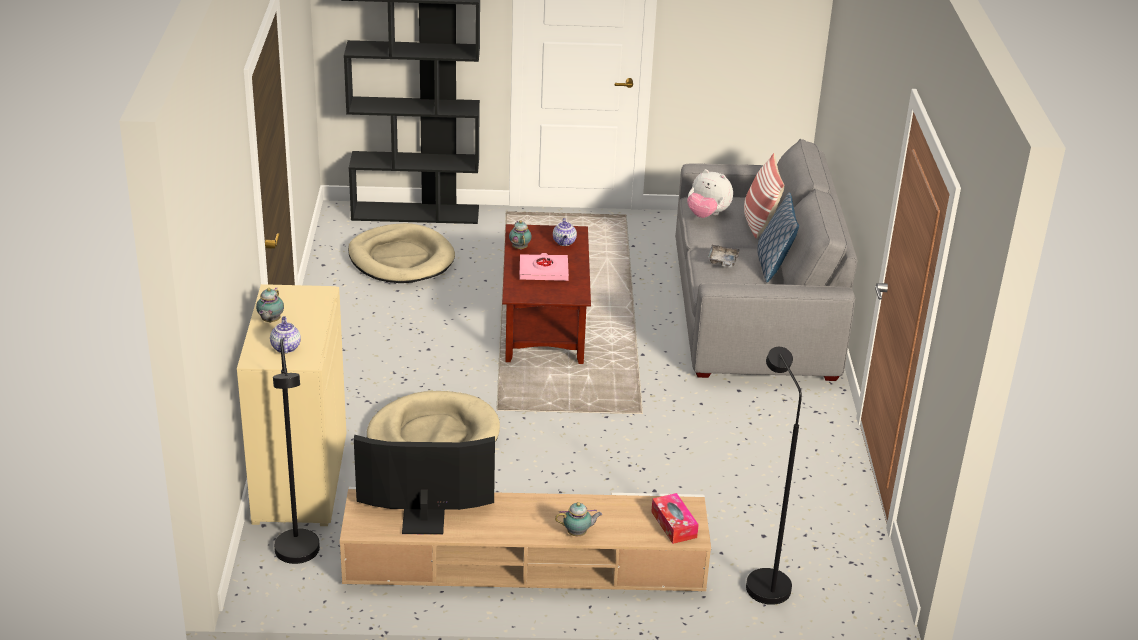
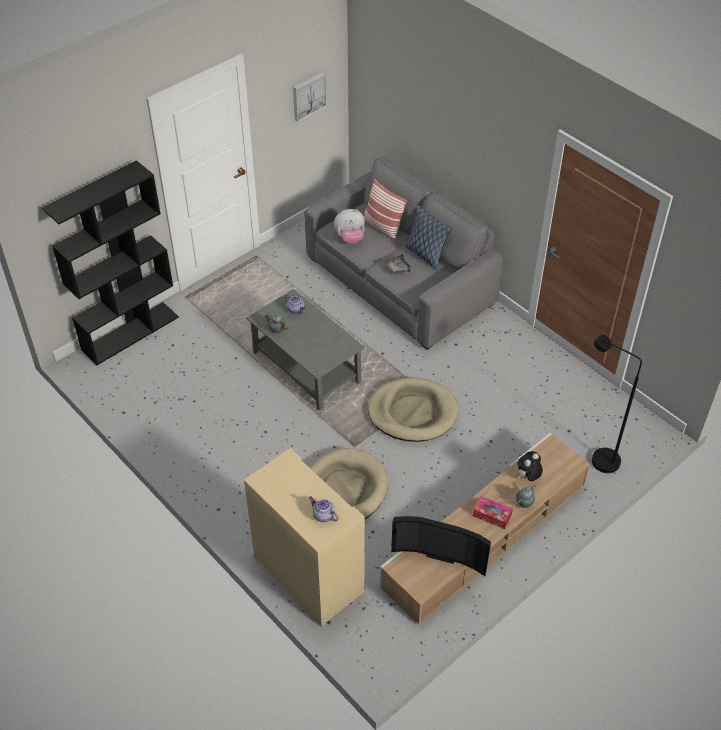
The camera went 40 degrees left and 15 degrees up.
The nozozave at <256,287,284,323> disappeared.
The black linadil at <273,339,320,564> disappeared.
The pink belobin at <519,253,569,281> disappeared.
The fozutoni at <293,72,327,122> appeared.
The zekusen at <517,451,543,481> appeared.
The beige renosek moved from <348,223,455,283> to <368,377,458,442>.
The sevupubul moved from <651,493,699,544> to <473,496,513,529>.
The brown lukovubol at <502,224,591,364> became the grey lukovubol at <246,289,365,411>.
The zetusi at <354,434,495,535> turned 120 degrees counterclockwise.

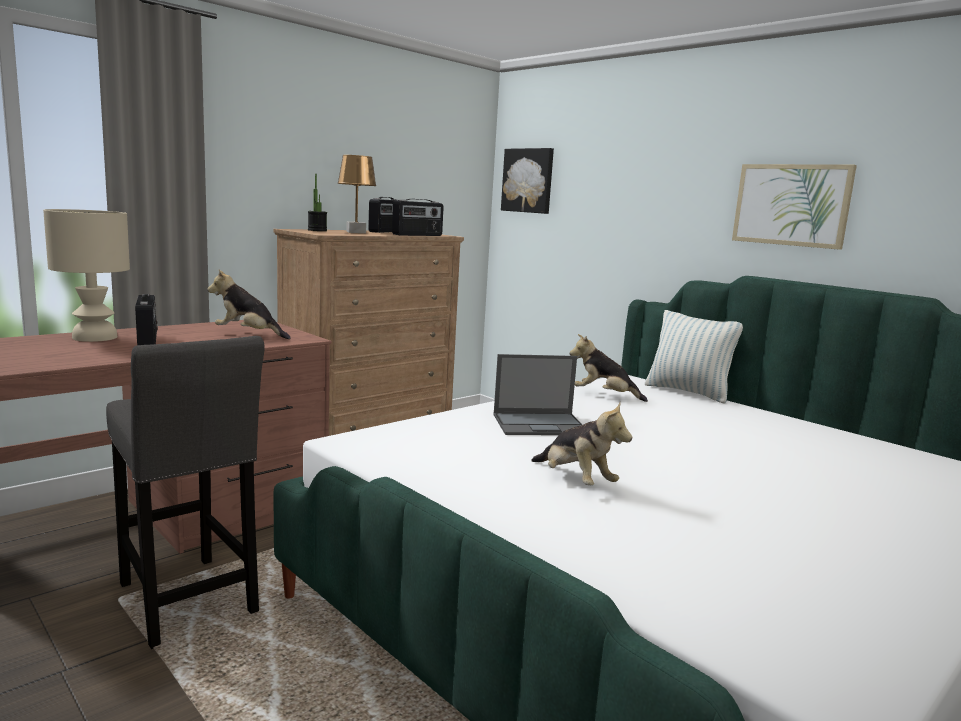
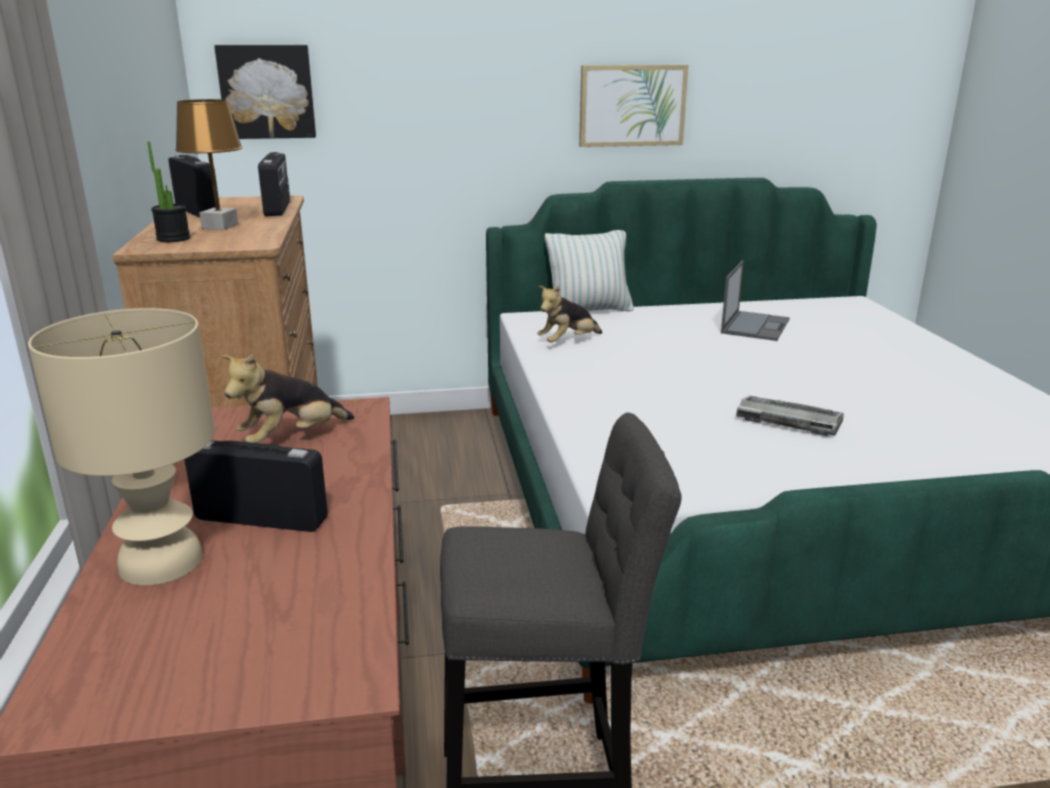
The camera went 55 degrees left and 10 degrees up.
The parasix moved from <493,354,582,435> to <721,260,790,341>.
The zekusen at <531,403,632,485> was replaced by the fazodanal at <736,396,844,436>.

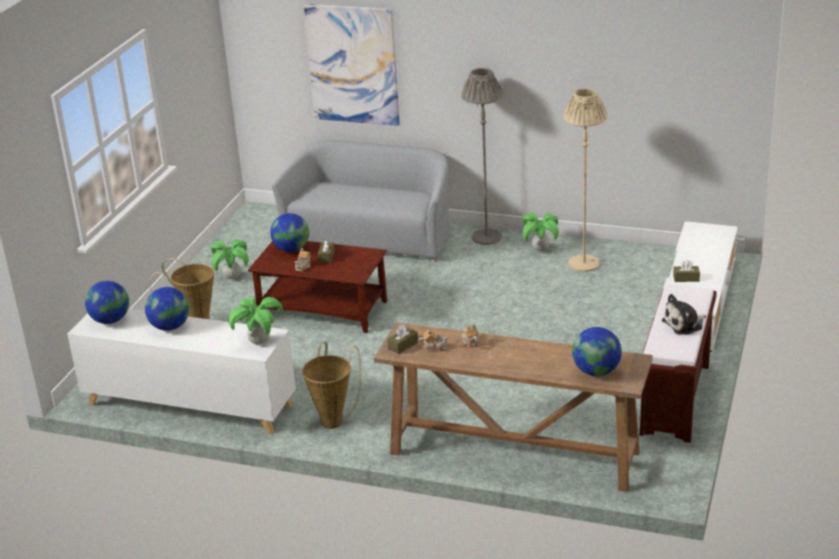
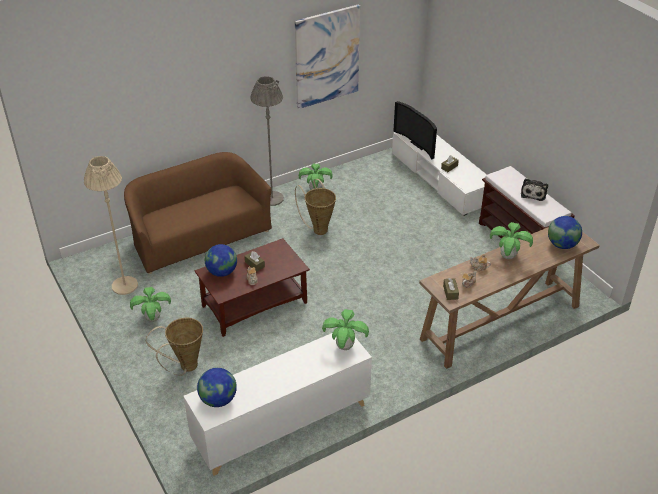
The camera went 50 degrees left and 10 degrees up.
The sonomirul at <145,287,189,331> disappeared.
The zetusi at <393,101,437,160> appeared.
The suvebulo at <490,222,533,259> appeared.
The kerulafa moved from <302,341,361,429> to <295,179,336,235>.
The fozutoni moved from <304,4,400,126> to <295,4,360,109>.
The beige linadil moved from <563,88,608,272> to <84,156,138,295>.
The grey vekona at <272,140,450,262> became the brown vekona at <124,152,272,274>.

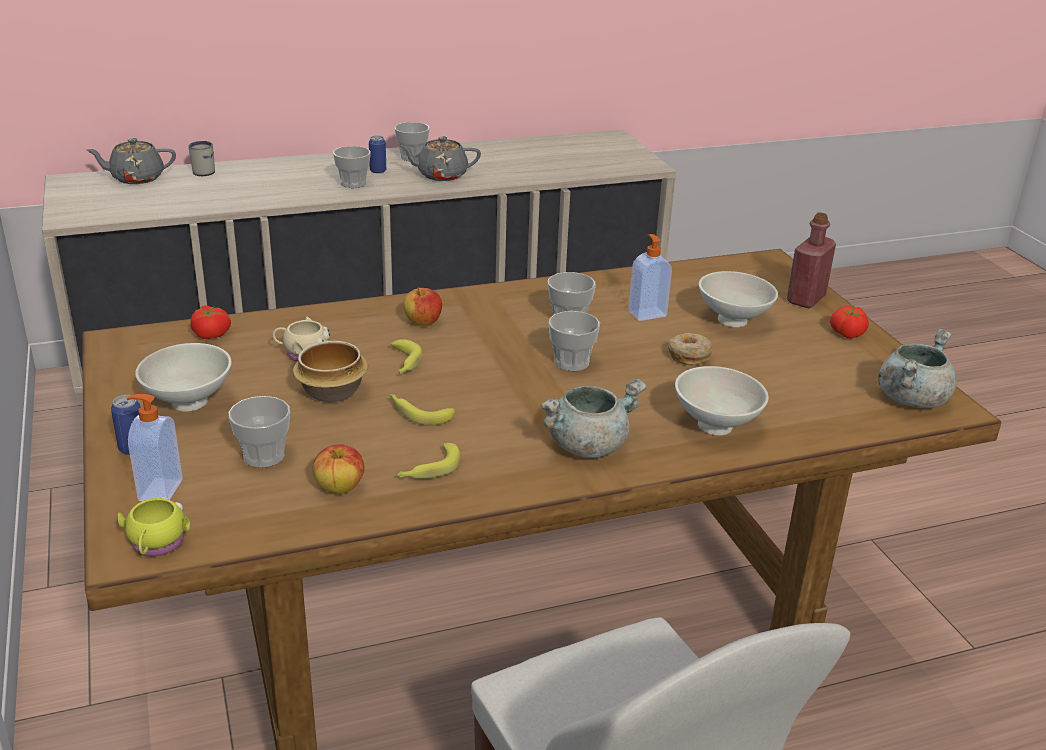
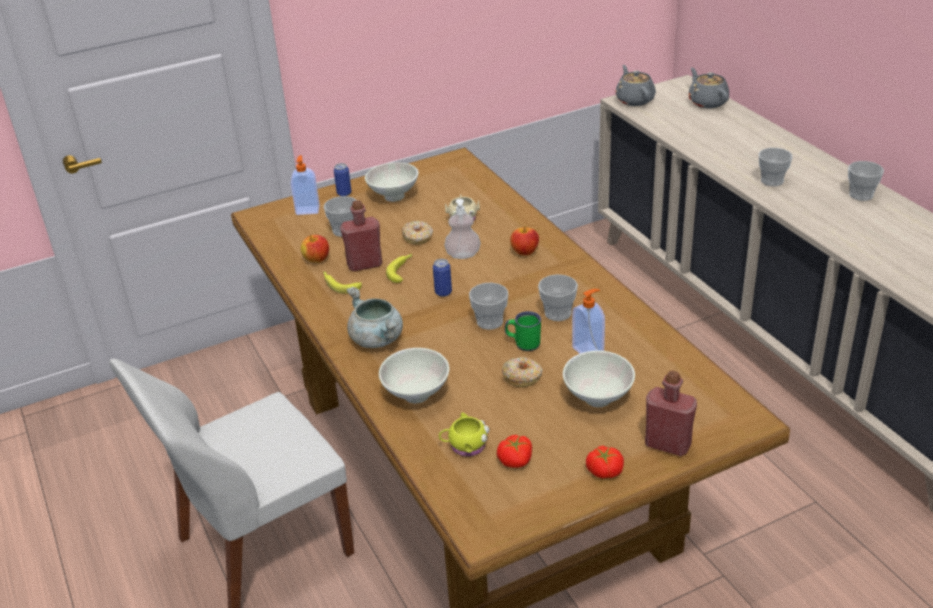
The camera went 85 degrees right and 5 degrees up.
The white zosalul at <188,141,215,176> disappeared.
The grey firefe at <878,329,957,408> disappeared.
The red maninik at <340,200,382,271> appeared.
The green zosalul at <505,311,541,351> appeared.
The yellow zosalul moved from <118,497,190,556> to <439,412,490,457>.
The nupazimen moved from <190,305,231,339> to <497,435,532,468>.
The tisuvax moved from <369,135,386,173> to <433,259,452,297>.
The grey nozozave moved from <399,136,481,181> to <615,65,656,106>.
The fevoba at <293,341,368,402> was replaced by the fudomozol at <401,221,433,245>.
The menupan at <391,339,423,374> was replaced by the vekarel at <444,199,481,259>.

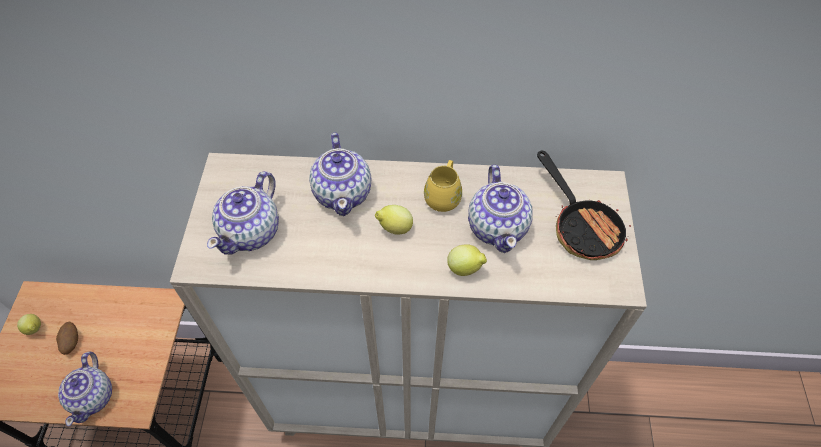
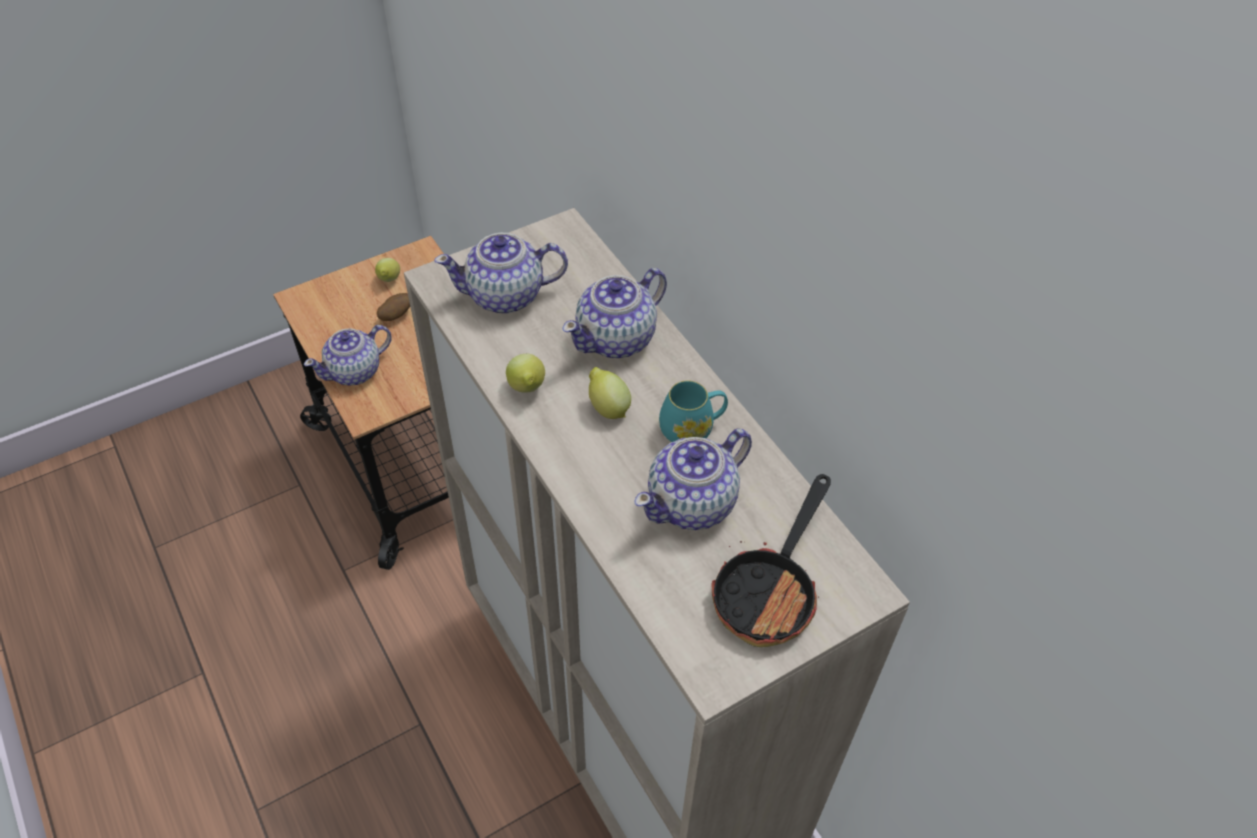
The camera went 55 degrees right and 5 degrees down.
The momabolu moved from <447,244,487,276> to <506,354,545,393>.
The yellow zosalul at <424,160,462,212> became the turquoise zosalul at <659,380,728,442>.

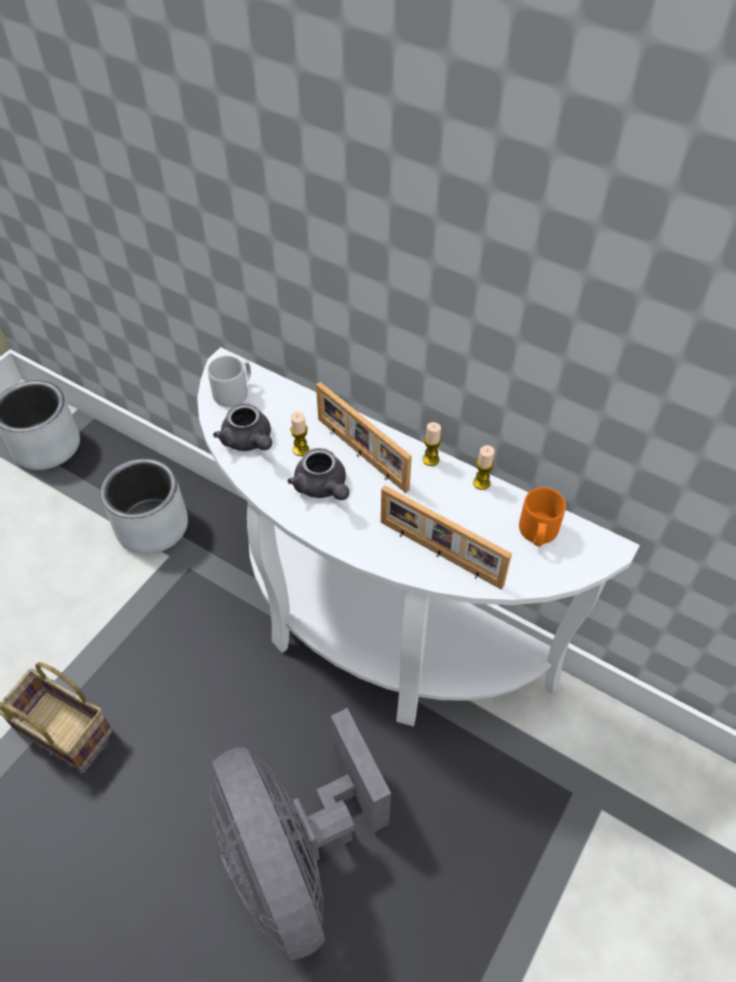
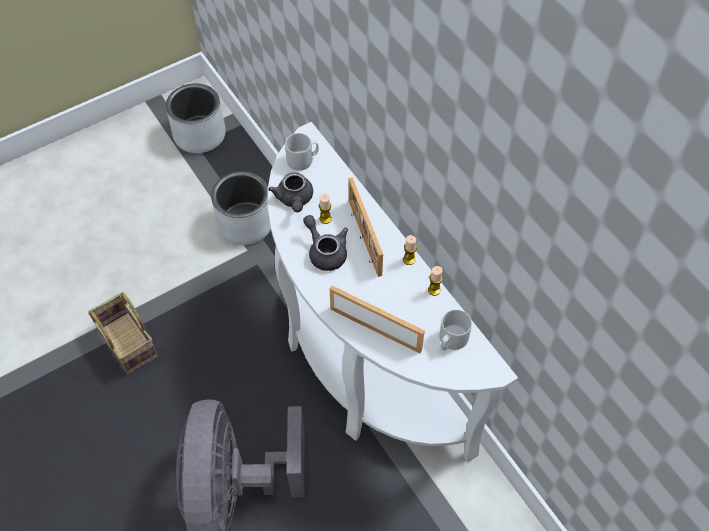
The camera went 25 degrees right and 5 degrees up.
The orange zosalul at <519,487,566,546> became the grey zosalul at <439,309,472,350>.
The grey nozozave at <288,448,349,500> turned 150 degrees clockwise.
The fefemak at <381,485,512,590> turned 150 degrees clockwise.

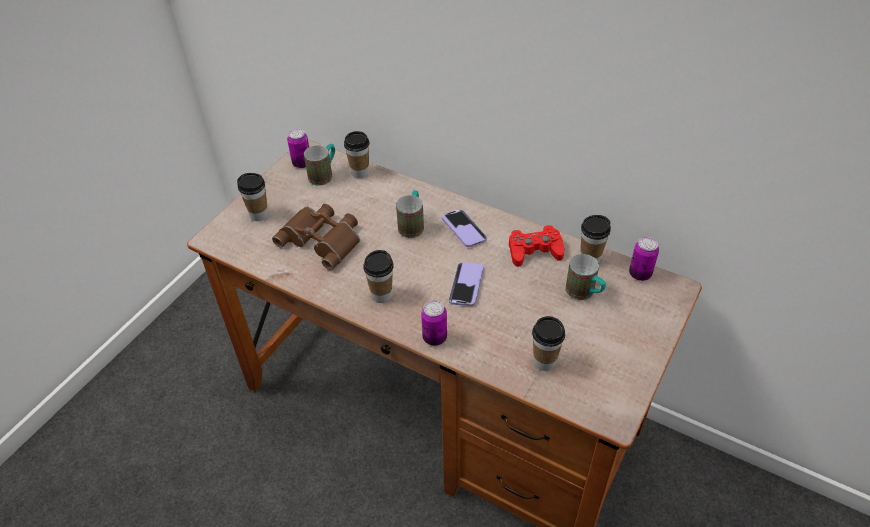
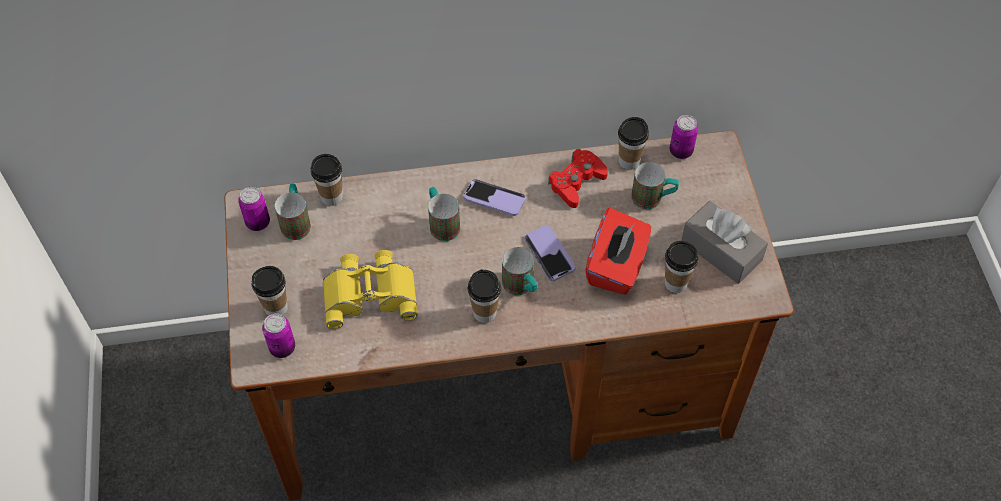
The camera went 40 degrees left and 10 degrees up.
The zosalul at <502,247,538,295> appeared.
The red sevupubul at <585,208,651,295> appeared.
The grey sevupubul at <681,201,768,284> appeared.
The tisuvax moved from <421,300,447,346> to <262,313,295,358>.
The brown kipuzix at <272,204,360,270> became the yellow kipuzix at <323,250,418,329>.

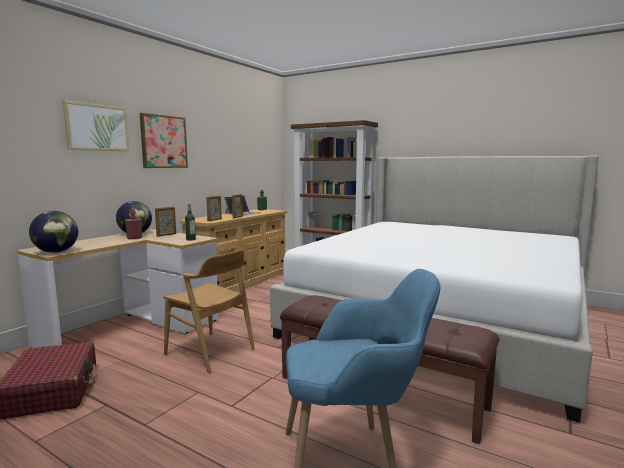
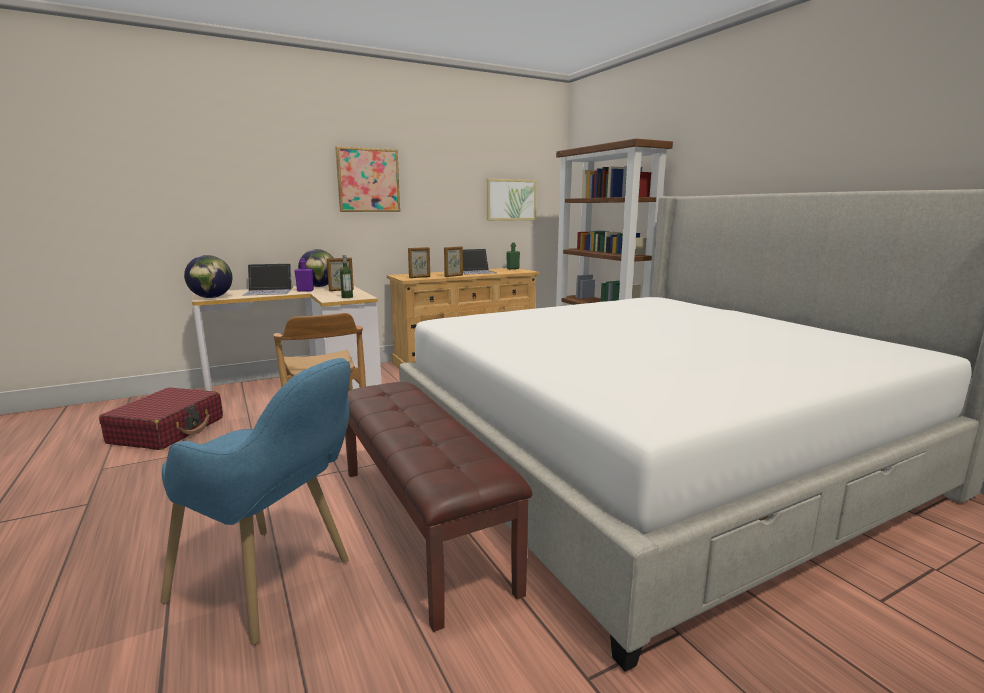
The camera went 30 degrees right and 5 degrees up.
The parasix at <243,263,293,296> appeared.
The fozutoni moved from <63,100,129,151> to <487,179,536,221>.
The red maninik at <125,209,142,239> became the purple maninik at <295,258,314,292>.

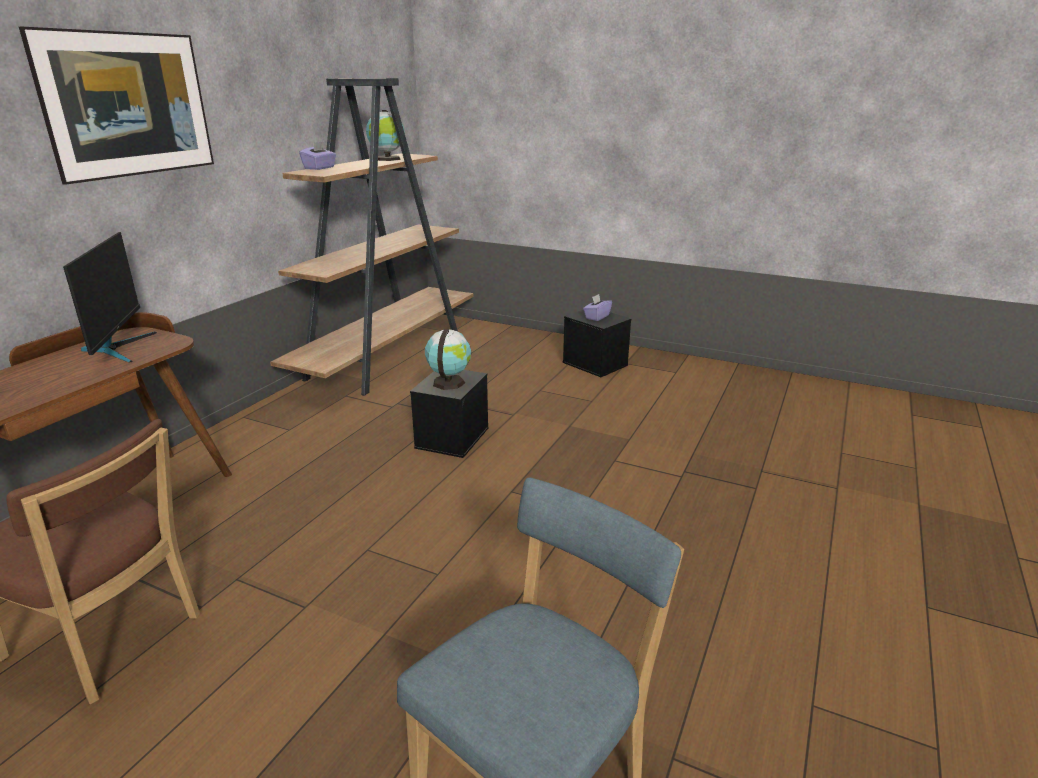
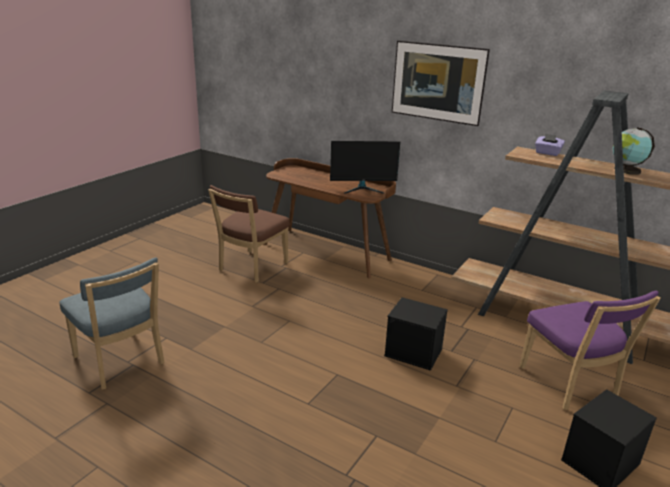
The camera went 95 degrees right and 0 degrees up.
The sonomirul at <425,329,471,390> disappeared.
The purple sevupubul at <583,294,612,321> disappeared.
The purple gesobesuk at <519,291,661,410> appeared.

